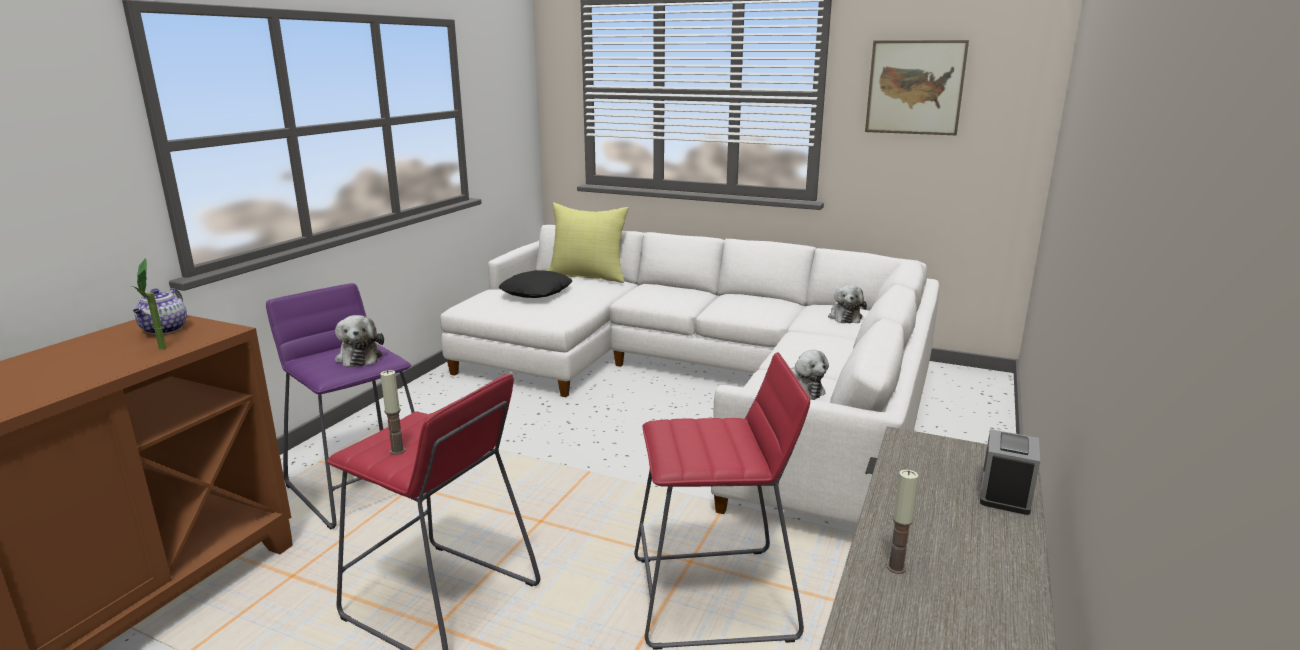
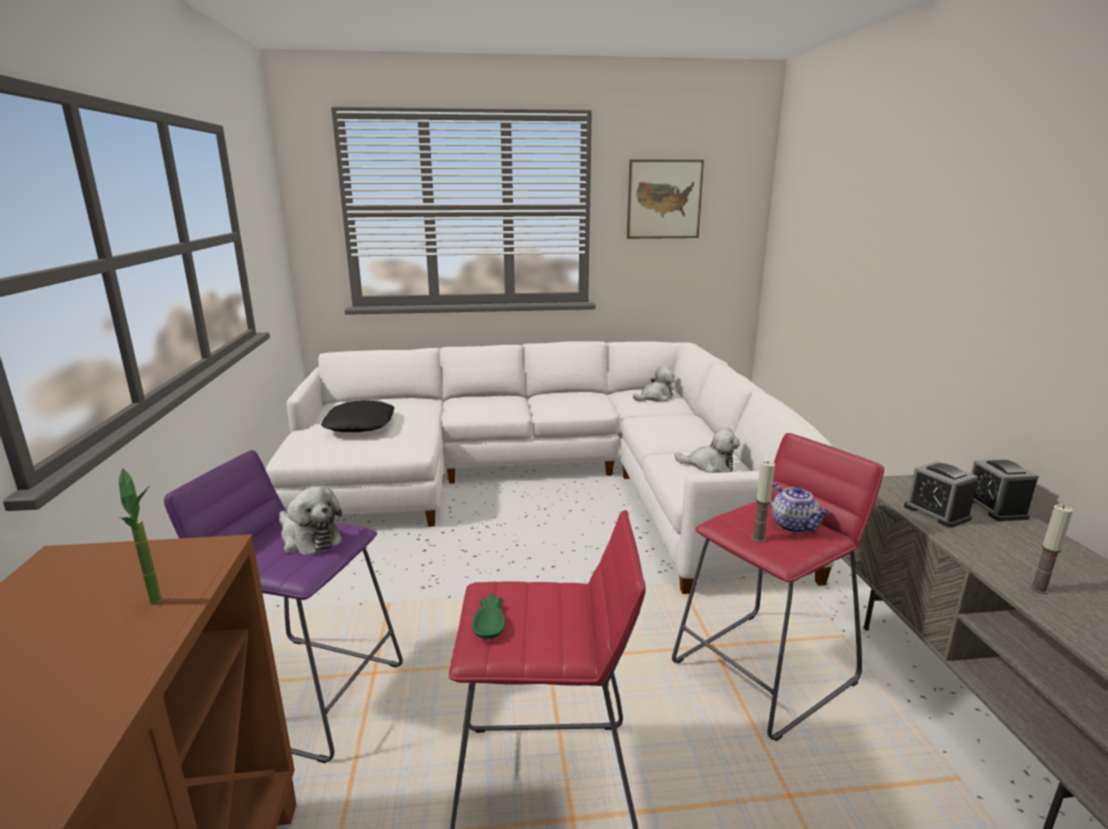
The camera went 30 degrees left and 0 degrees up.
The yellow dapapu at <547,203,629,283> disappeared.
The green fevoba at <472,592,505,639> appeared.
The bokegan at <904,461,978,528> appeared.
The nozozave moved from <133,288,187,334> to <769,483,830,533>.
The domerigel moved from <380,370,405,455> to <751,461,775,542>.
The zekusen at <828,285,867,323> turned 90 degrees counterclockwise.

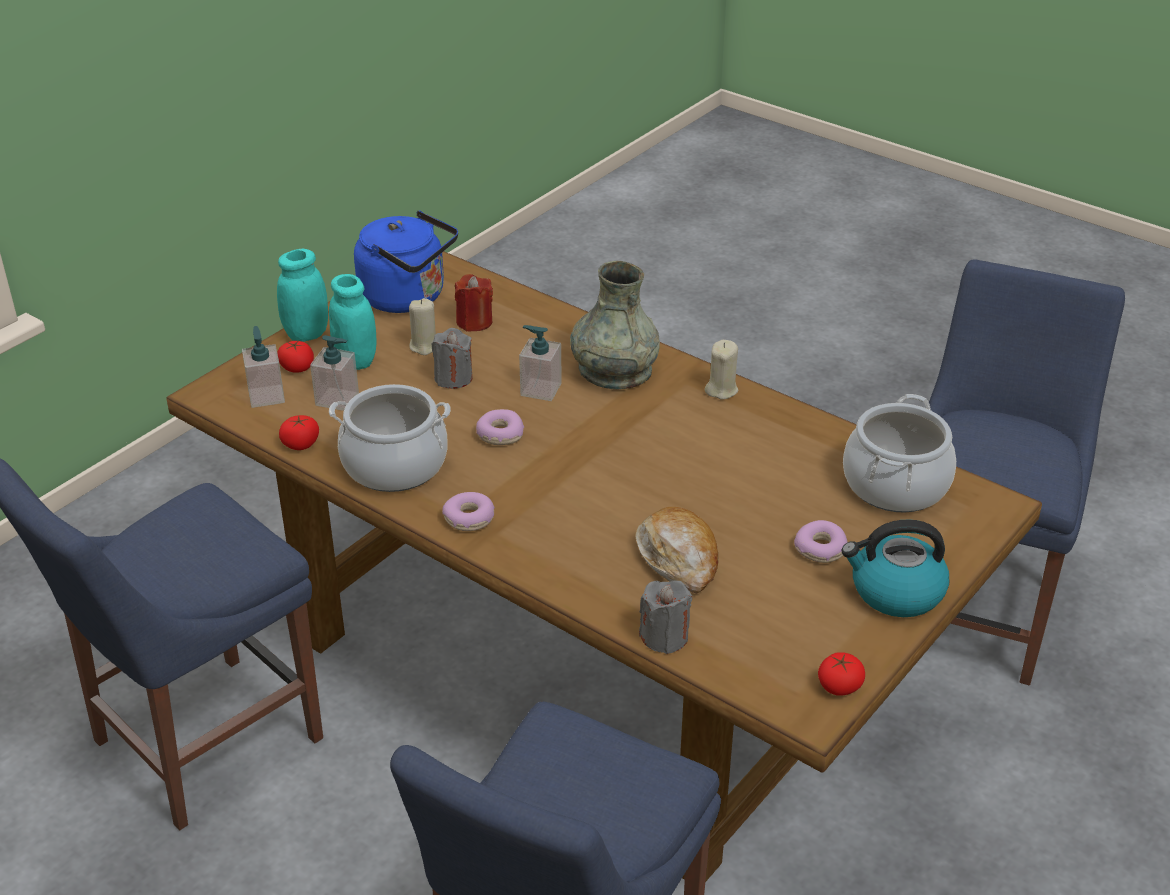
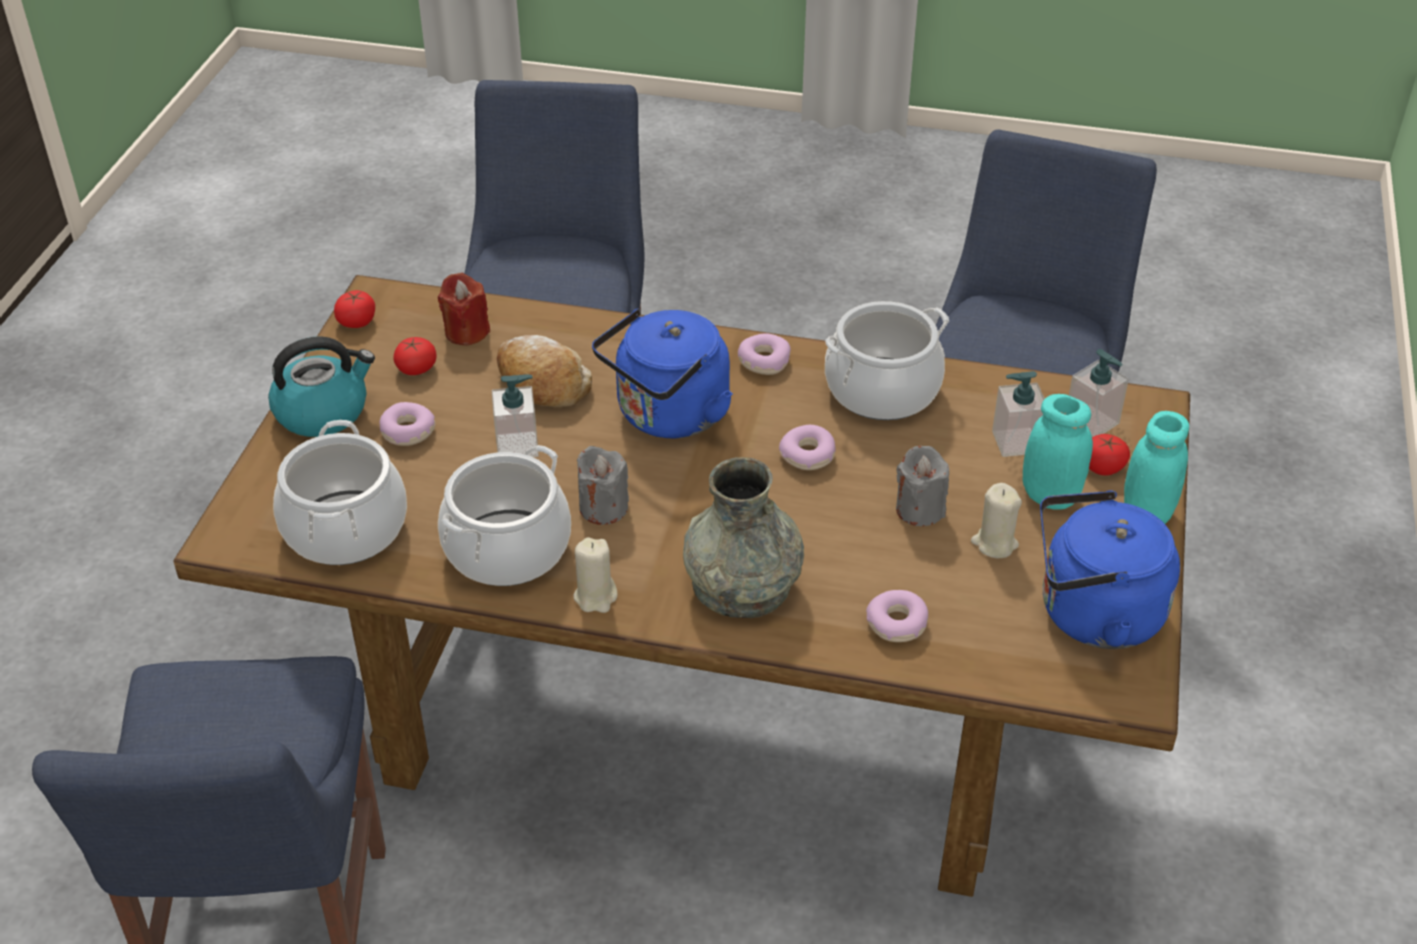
The camera went 155 degrees right and 5 degrees up.
The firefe at <438,445,571,586> appeared.
The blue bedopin at <592,309,733,439> appeared.
The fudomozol at <866,590,928,642> appeared.
The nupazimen moved from <279,415,319,450> to <393,337,437,375>.
The red domerigel moved from <455,274,493,332> to <438,273,490,345>.
The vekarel moved from <519,325,562,401> to <492,374,539,457>.
The grey domerigel moved from <639,581,692,654> to <577,446,629,525>.

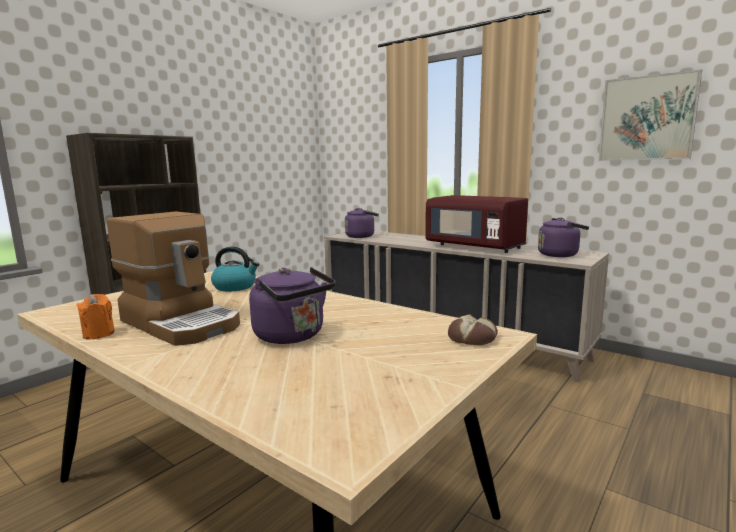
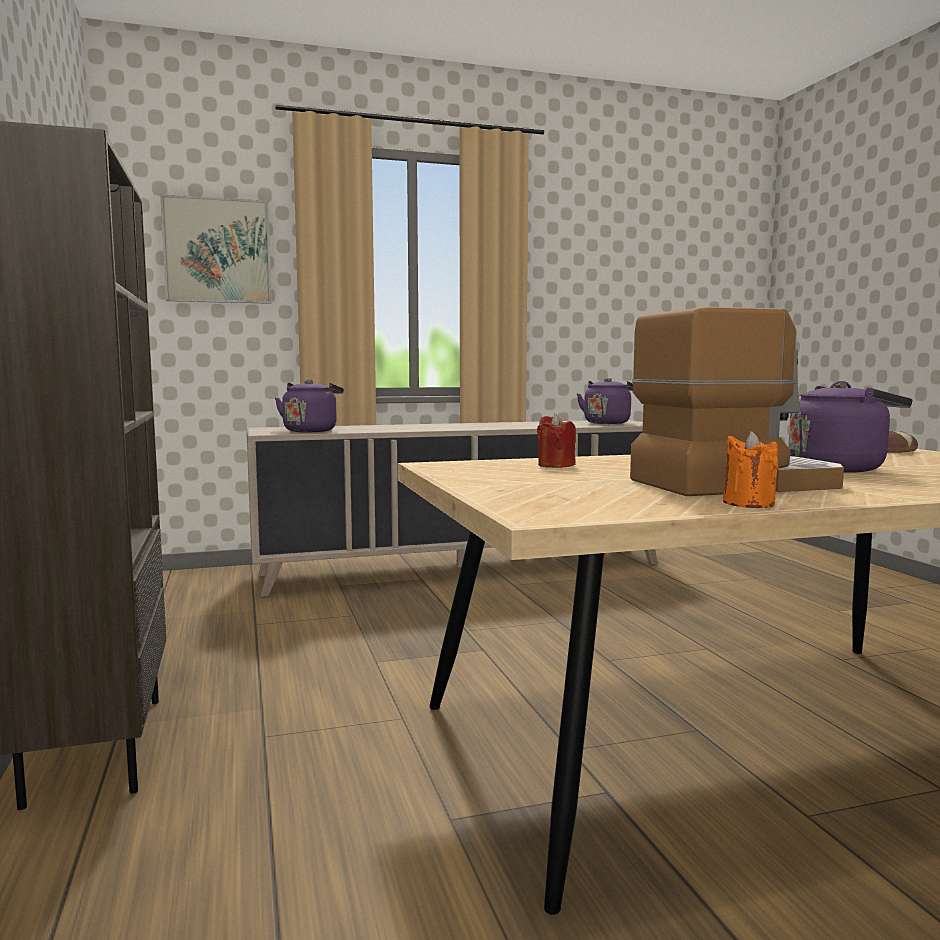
The camera went 55 degrees left and 5 degrees down.
The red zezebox at <425,195,528,253> disappeared.
The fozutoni moved from <598,69,702,161> to <160,194,272,304>.
The bedopin at <211,247,259,291> was replaced by the red domerigel at <537,413,576,468>.

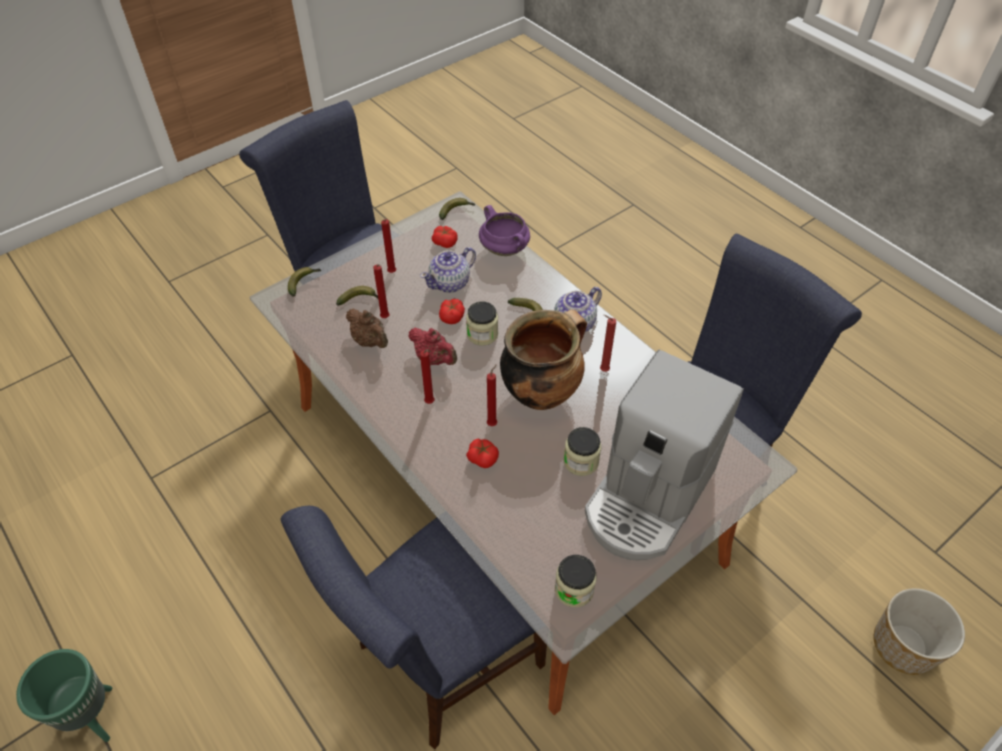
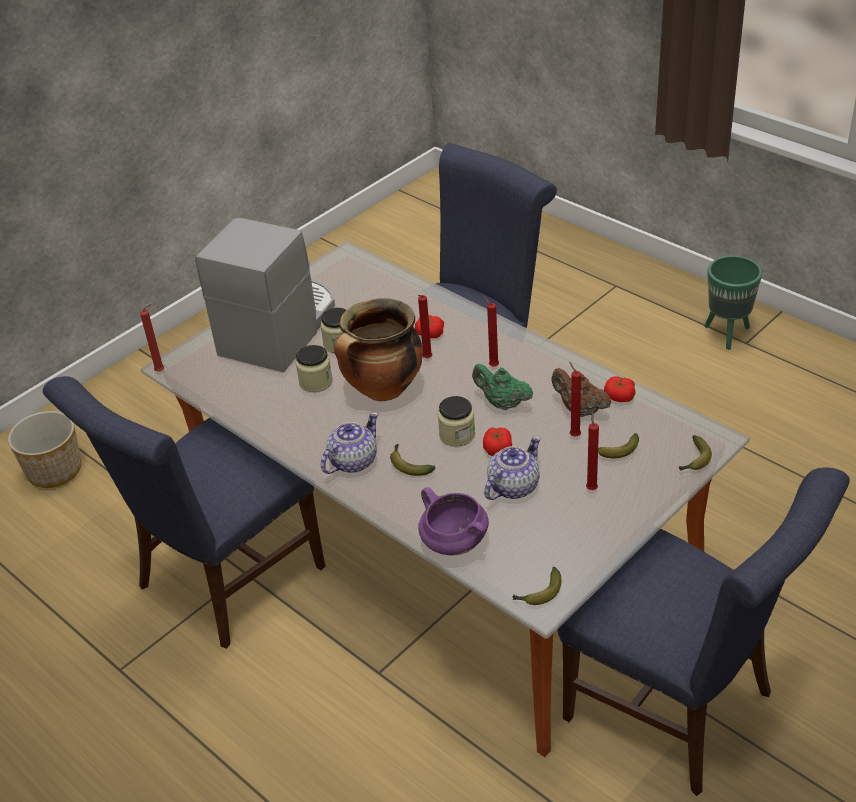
The camera went 175 degrees right and 10 degrees down.
The nupazimen moved from <432,226,458,248> to <604,376,635,402>.
The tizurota moved from <555,555,597,607> to <296,345,333,392>.
The red domerigel moved from <600,315,616,372> to <140,304,164,372>.
The red nozozave at <408,327,457,365> became the green nozozave at <472,364,533,410>.

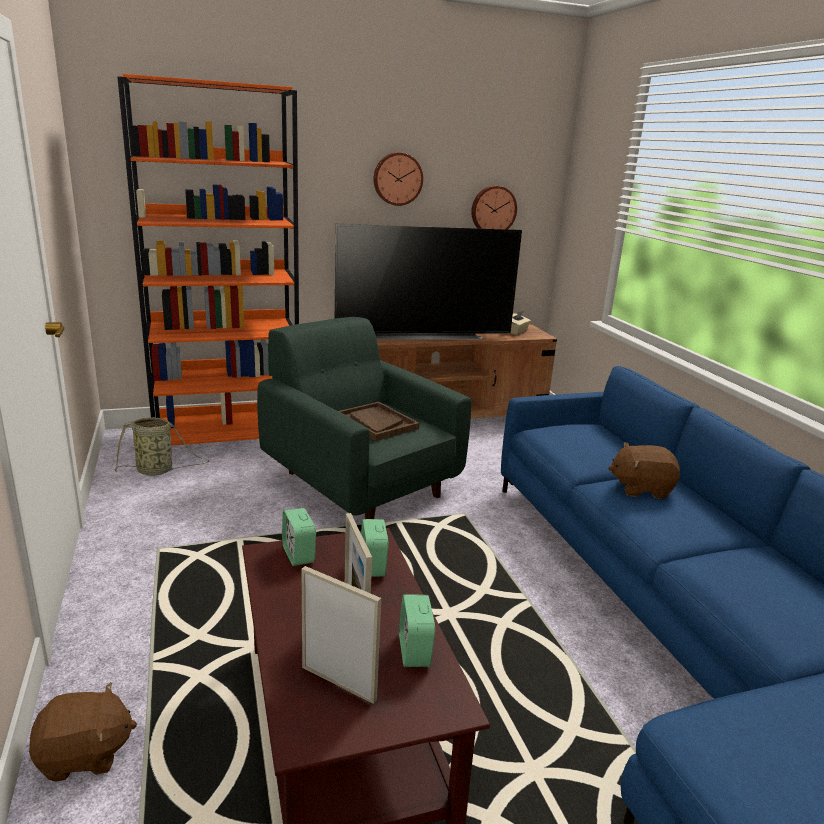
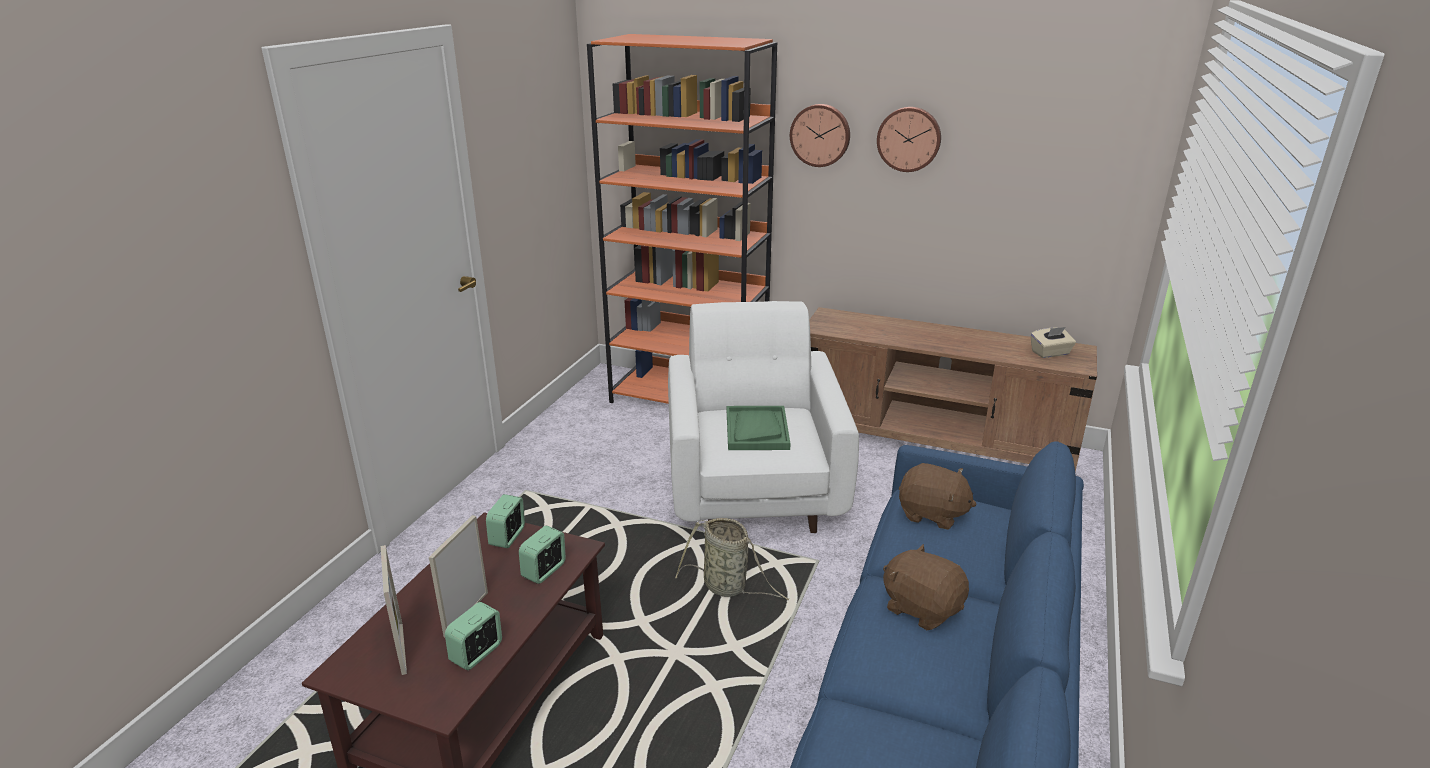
The camera went 40 degrees right and 5 degrees up.
The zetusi at <335,224,522,340> disappeared.
The brown zekusen moved from <29,682,137,782> to <899,463,977,530>.
The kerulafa moved from <114,417,209,476> to <675,518,789,600>.
The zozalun moved from <471,186,517,229> to <790,104,850,167>.
The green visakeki at <257,317,472,519> became the white visakeki at <668,301,859,533>.
The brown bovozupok at <338,402,419,441> became the green bovozupok at <727,406,791,450>.

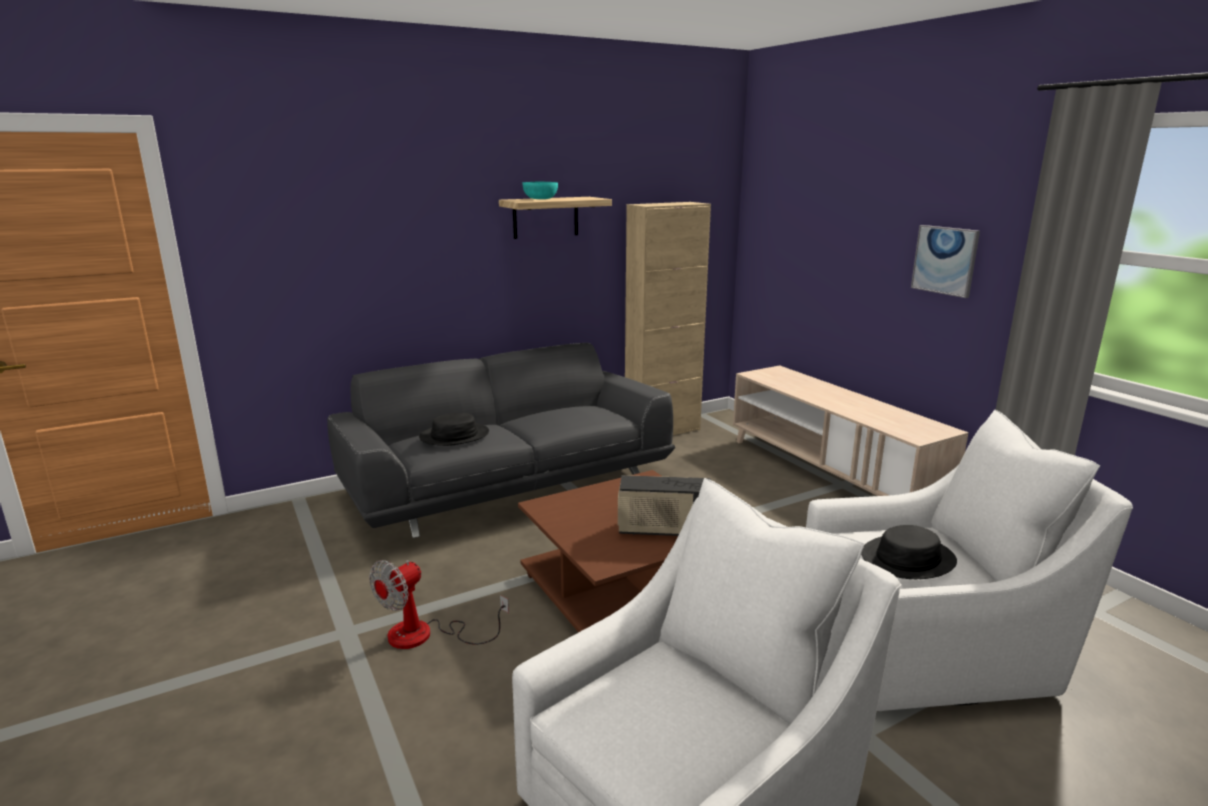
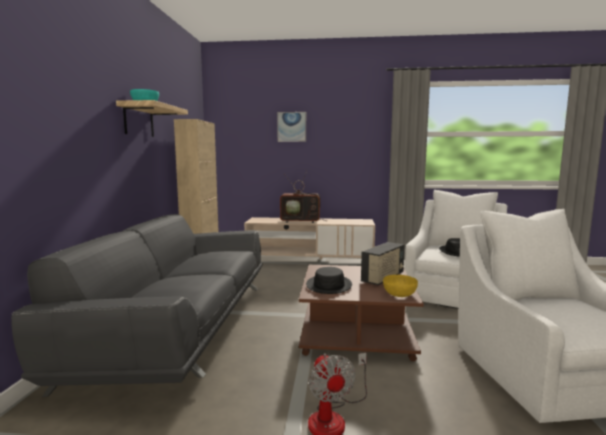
The camera went 55 degrees left and 10 degrees down.
The zetusi at <280,171,327,223> appeared.
The yellow fevoba at <383,275,418,297> appeared.
The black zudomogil moved from <419,413,489,446> to <306,267,352,294>.
The fozutoni moved from <911,225,980,298> to <277,112,306,142>.

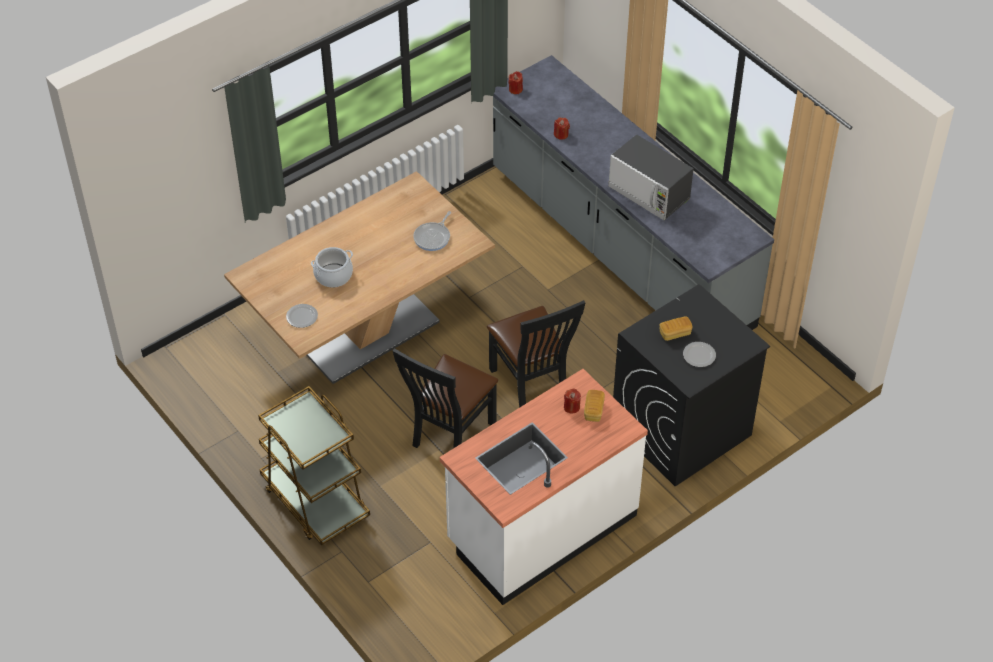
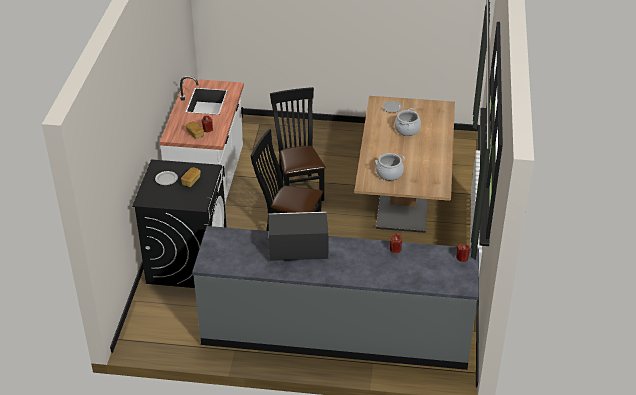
The camera went 135 degrees right and 10 degrees down.
The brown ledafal at <258,386,370,545> disappeared.
The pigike at <413,211,451,251> was replaced by the firefe at <375,153,405,180>.

